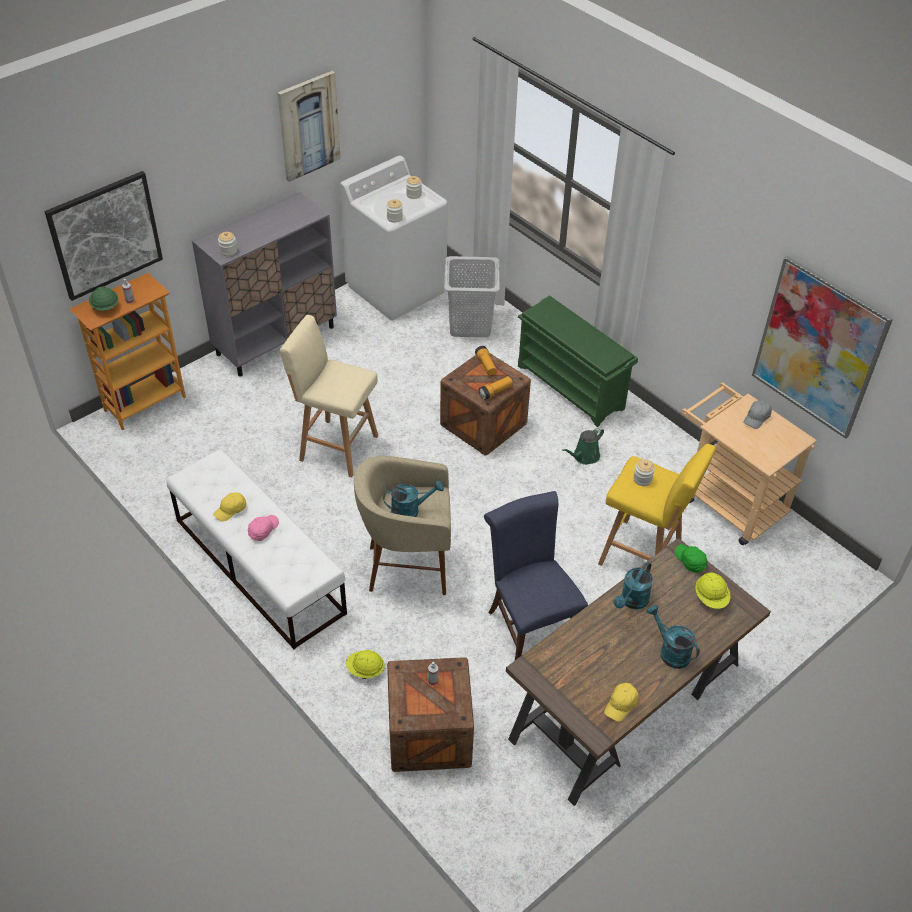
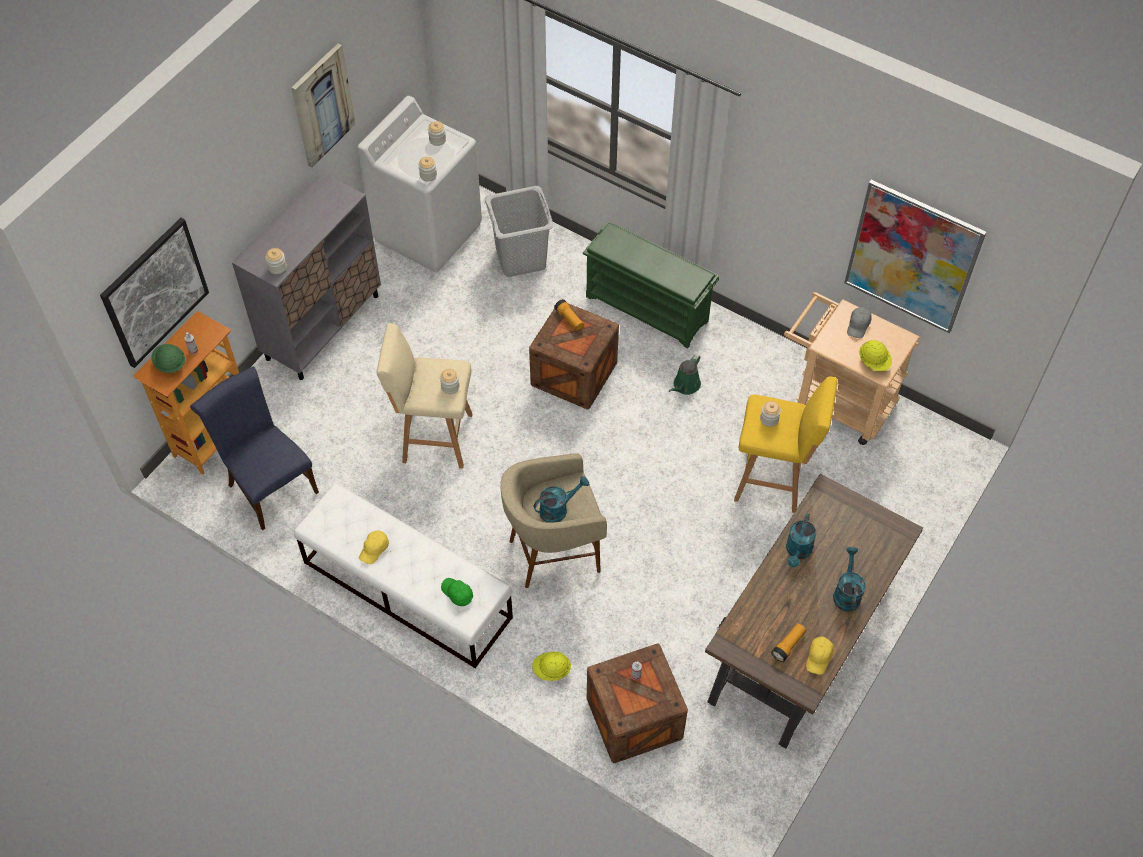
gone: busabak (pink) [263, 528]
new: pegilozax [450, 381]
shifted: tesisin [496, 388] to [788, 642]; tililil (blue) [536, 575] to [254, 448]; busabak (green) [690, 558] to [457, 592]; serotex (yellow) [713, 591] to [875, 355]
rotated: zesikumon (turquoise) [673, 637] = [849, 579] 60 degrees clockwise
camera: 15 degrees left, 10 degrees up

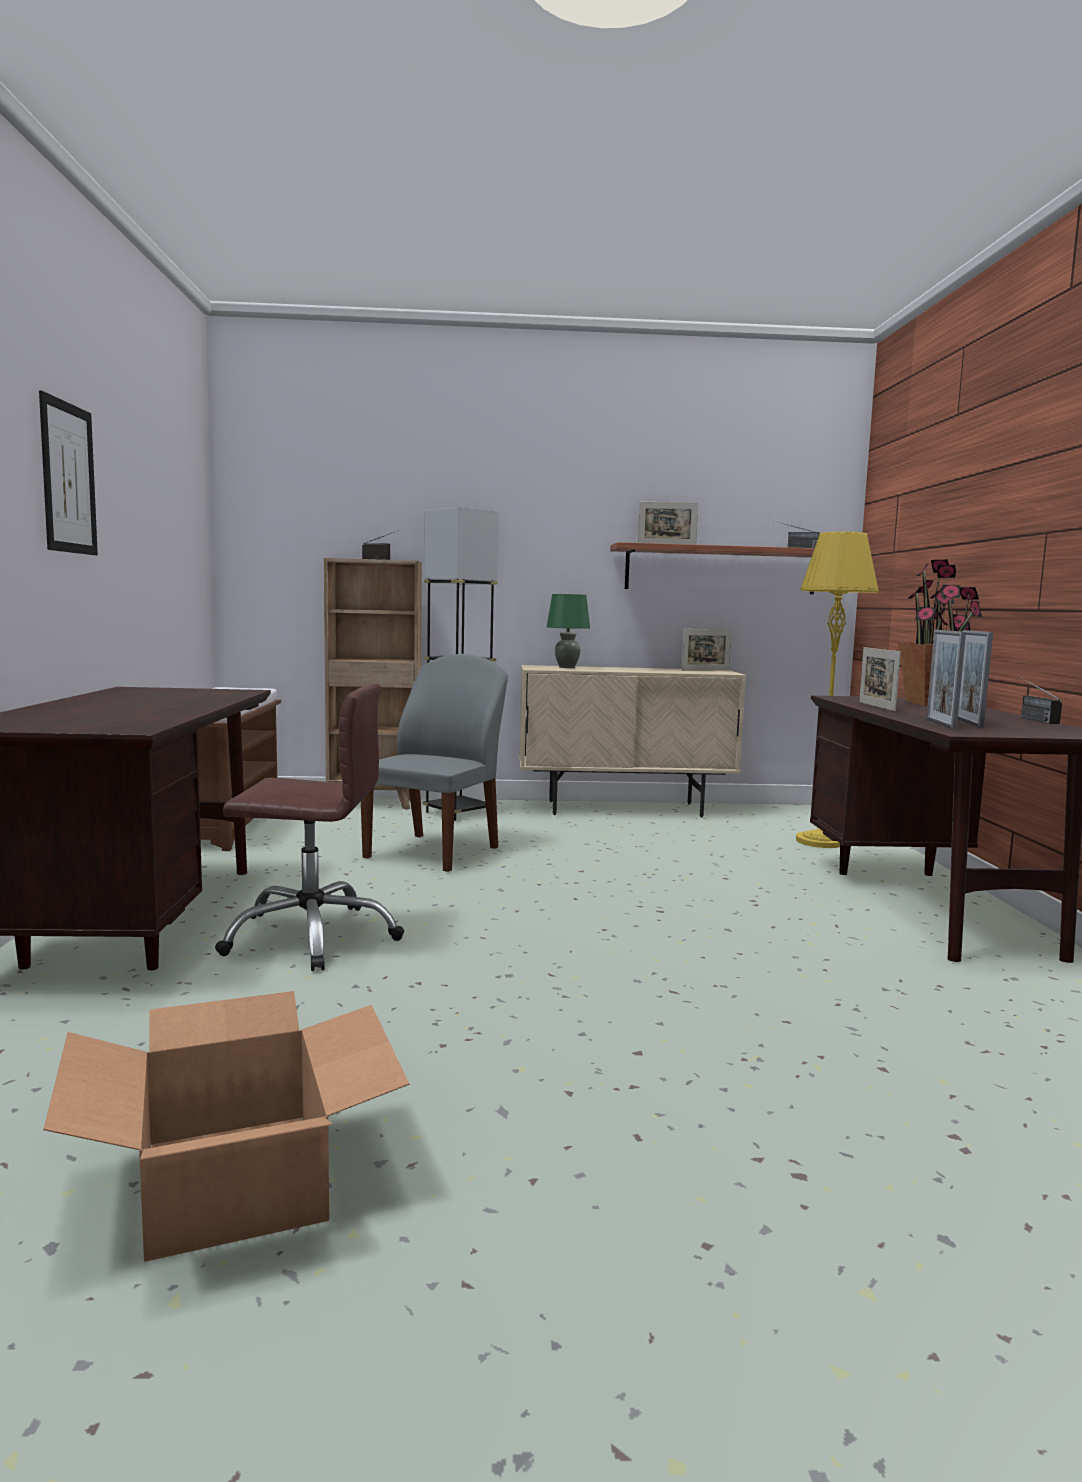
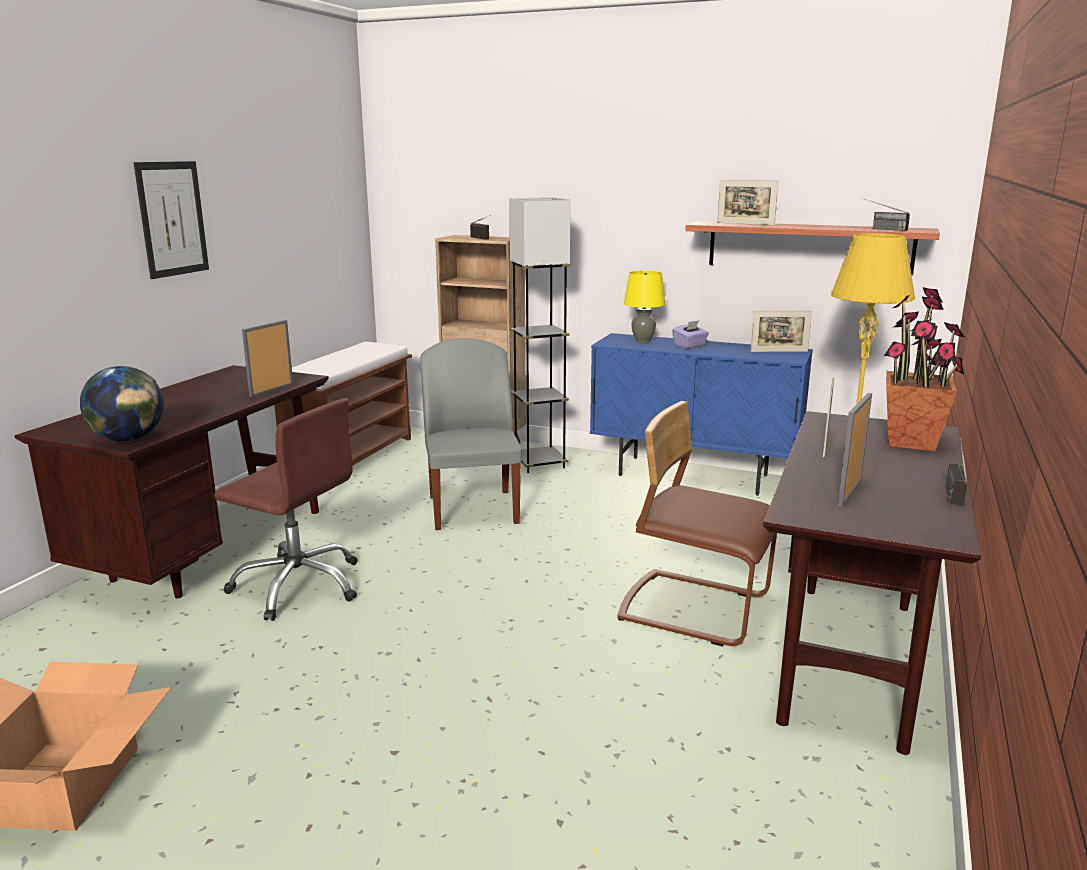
new: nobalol [122, 404]; tililil (brown) [697, 524]; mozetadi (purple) [690, 334]
shifted: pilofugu [946, 680] to [267, 358]
repainted: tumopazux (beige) [632, 741] to tumopazux (blue) [701, 414]; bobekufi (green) [568, 631] to bobekufi (yellow) [644, 306]
rotated: tililil (grey) [434, 763] = [471, 434] 60 degrees counterclockwise
camera: 25 degrees right, 10 degrees up

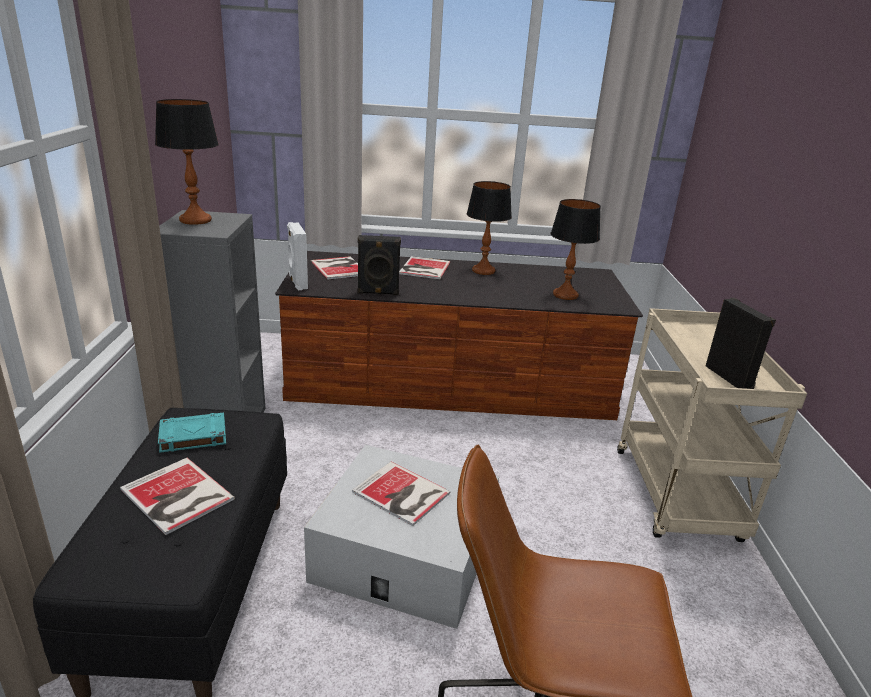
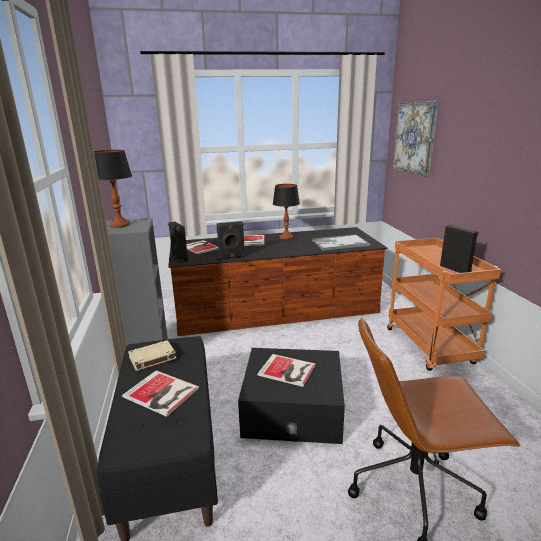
new: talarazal [416, 139]
swapped: bobekufi [575, 249] to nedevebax [341, 242]
repainted: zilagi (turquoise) [192, 433] to zilagi (beige) [152, 355]; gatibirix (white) [297, 256] to gatibirix (black) [178, 242]; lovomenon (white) [401, 537] to lovomenon (black) [291, 396]; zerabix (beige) [712, 425] to zerabix (orange) [444, 304]
camera: 10 degrees left, 5 degrees down

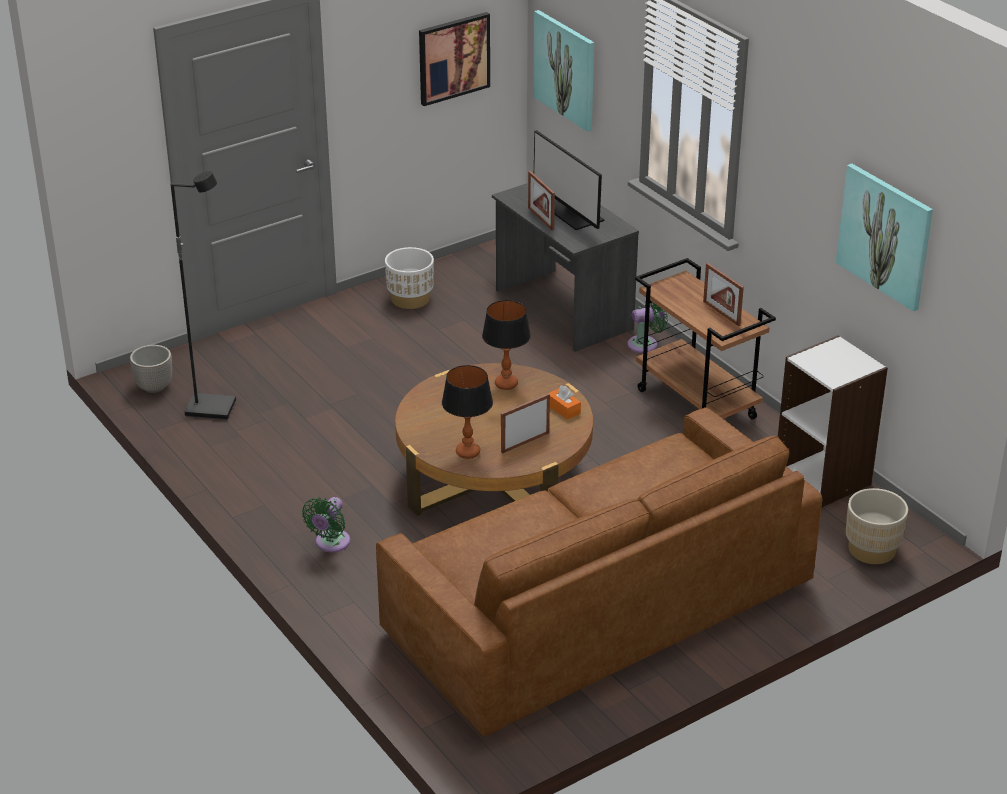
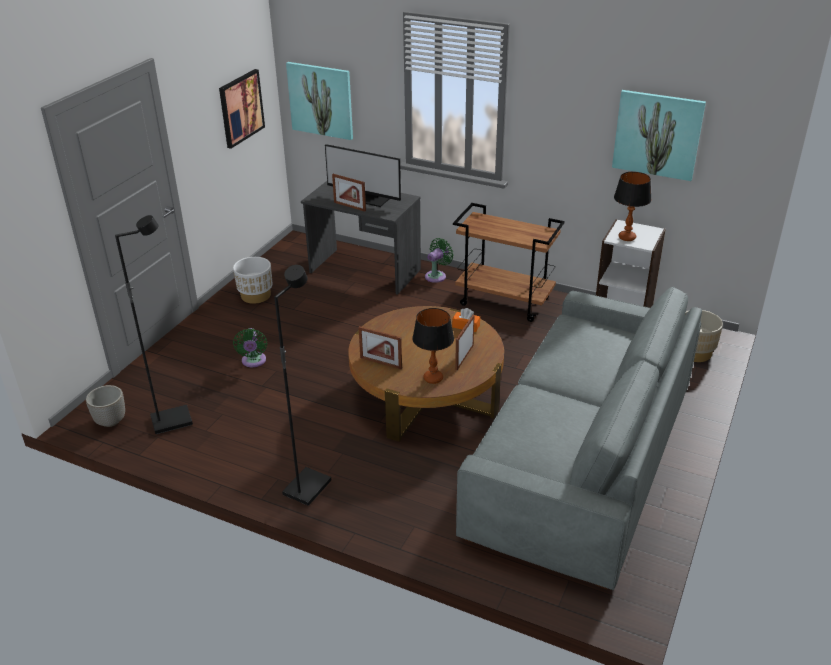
new: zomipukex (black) [302, 385]
shifted: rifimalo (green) [326, 524] to [250, 347]; bobekufi [506, 345] to [633, 206]; pilofugu [723, 294] to [380, 347]
repainted: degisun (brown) [599, 572] to degisun (grey) [579, 438]
camera: 30 degrees left, 0 degrees up

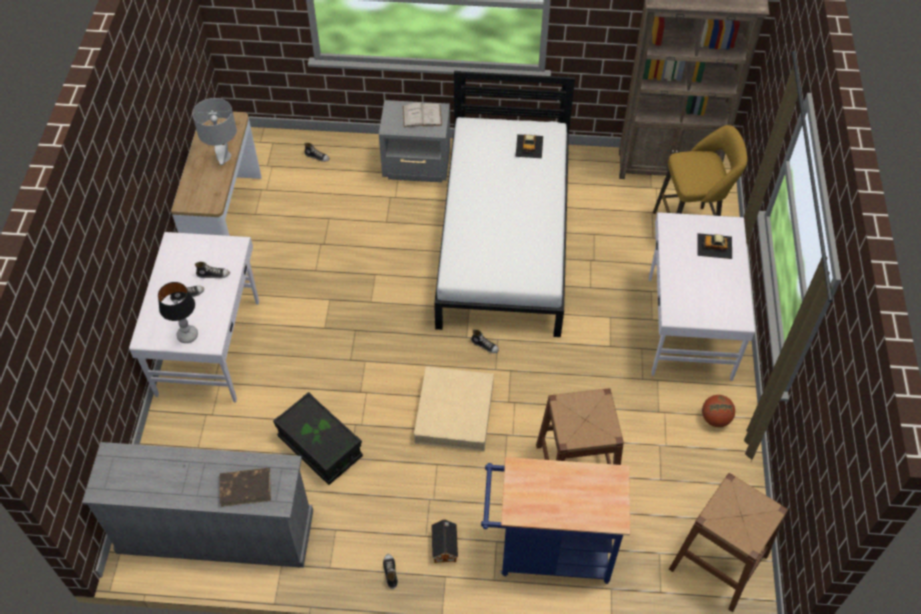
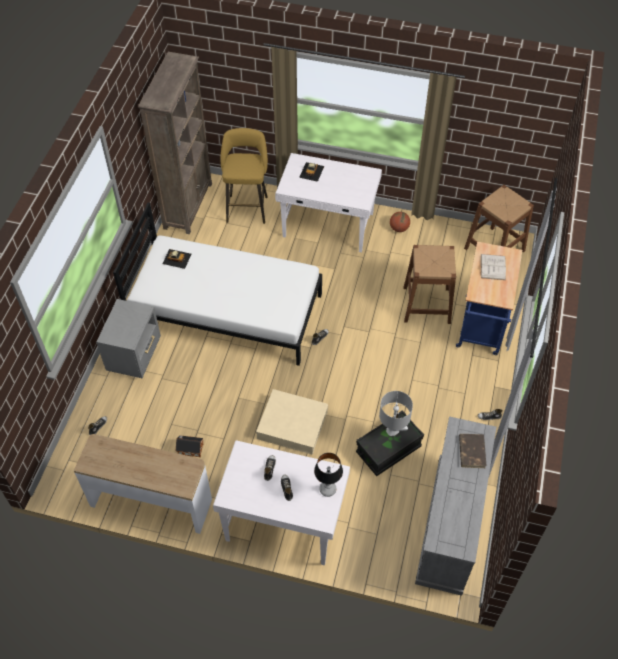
shifted: bobekufi (grey) [214, 131] to [396, 413]; zilagi (white) [422, 114] to [493, 267]; lovomenon (beige) [454, 408] to [292, 421]; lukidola [444, 541] to [189, 446]
camera: 80 degrees left, 0 degrees up

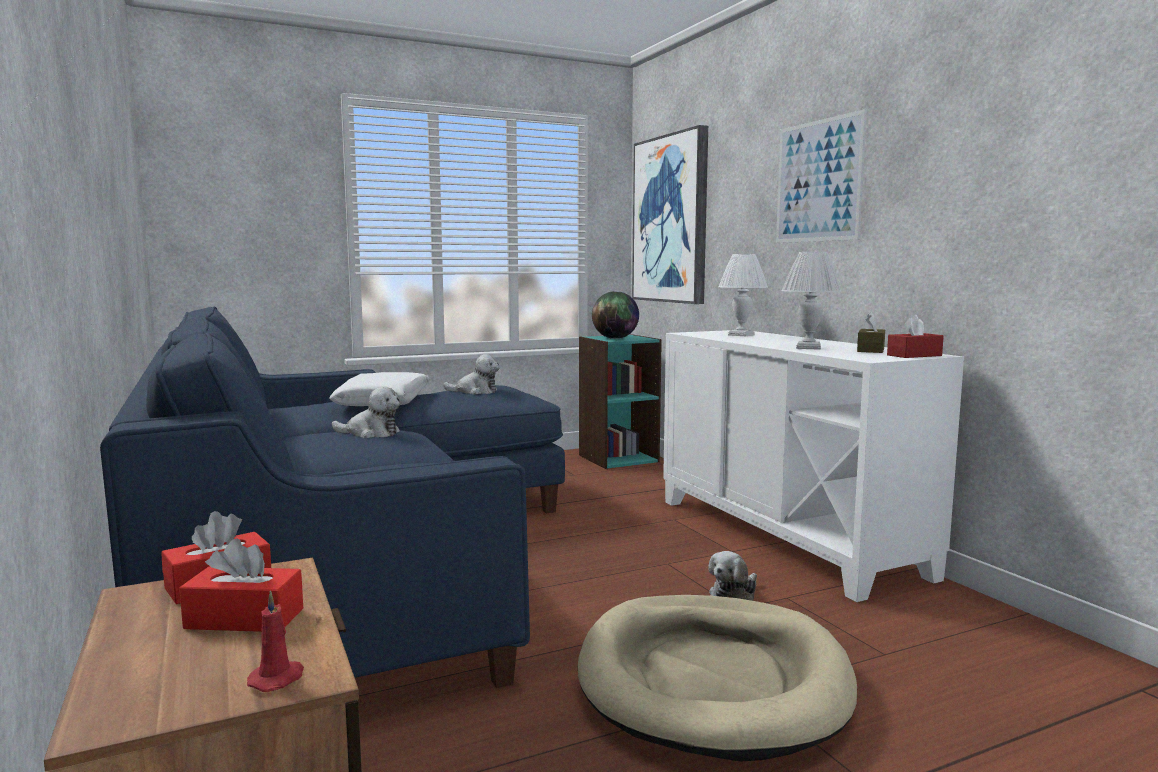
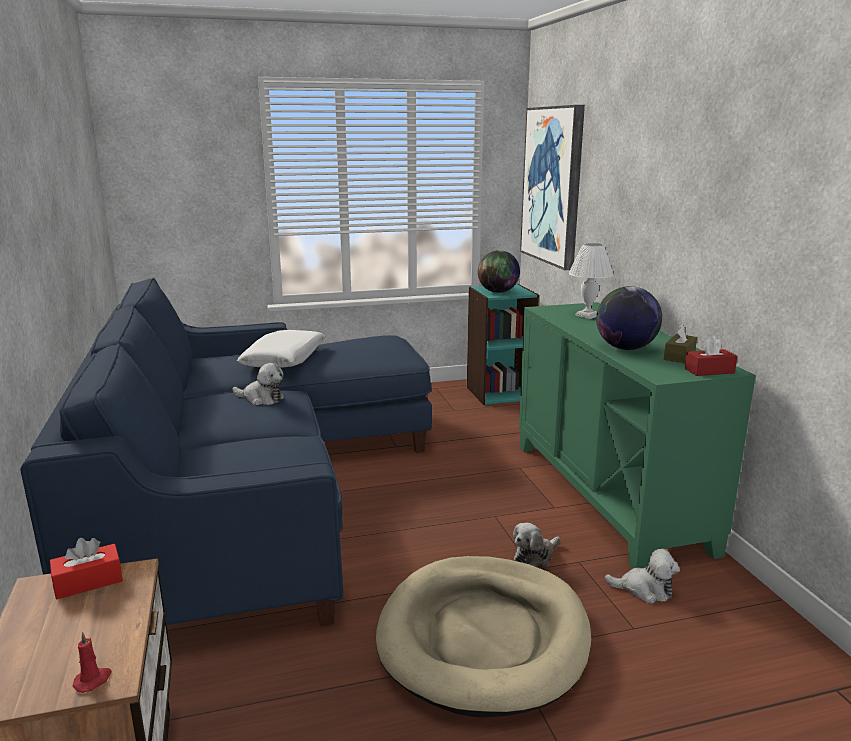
gone: mozetadi (red) [241, 585]; talarazal [821, 176]
shifted: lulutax [471, 374] to [642, 576]
swapped: bobekufi (white) [811, 301] to nobalol [629, 318]
repainted: tumopazux (white) [813, 466] to tumopazux (green) [637, 435]
camera: 10 degrees right, 10 degrees up

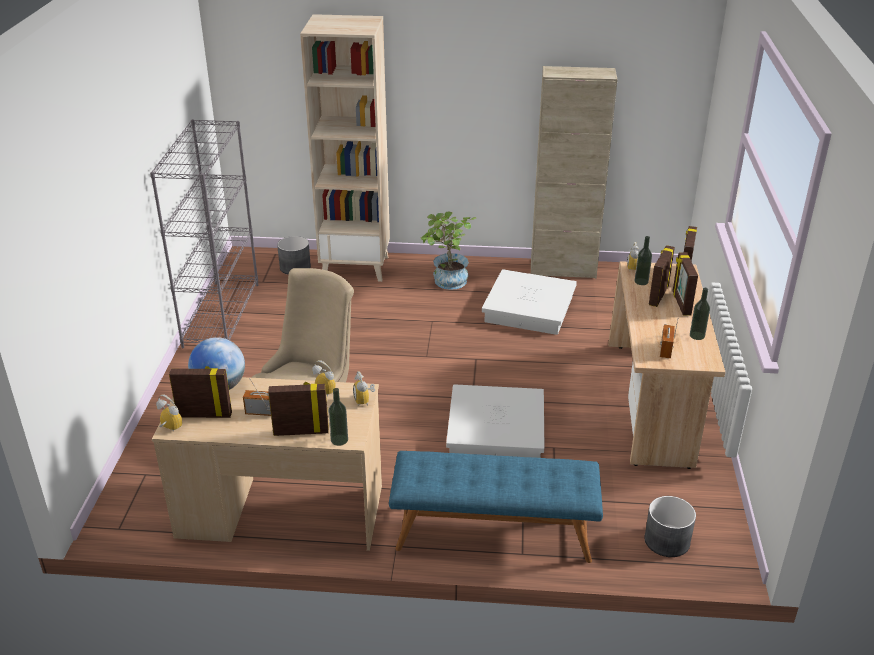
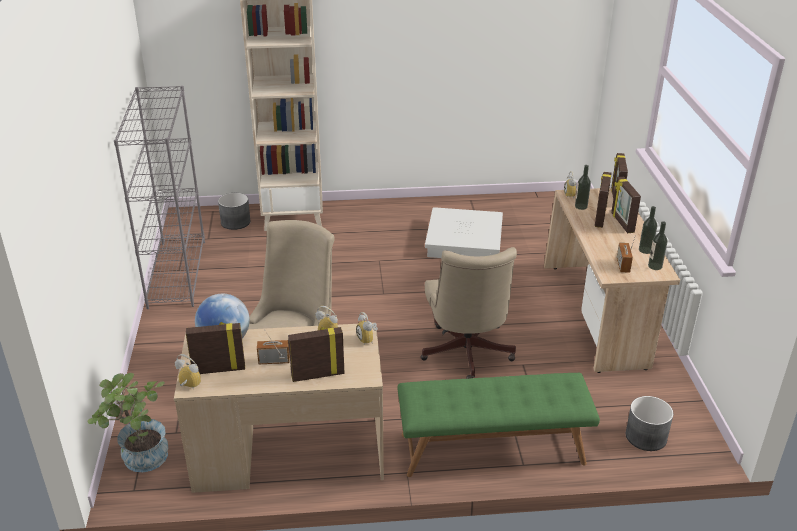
gone: tumopazux (beige) [574, 172]
shifted: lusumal [338, 417] to [657, 246]; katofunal [448, 251] to [127, 422]
swapped: lovomenon (white) [495, 421] to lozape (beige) [469, 313]
repainted: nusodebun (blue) [496, 507] to nusodebun (green) [498, 425]
camera: 10 degrees left, 0 degrees up

